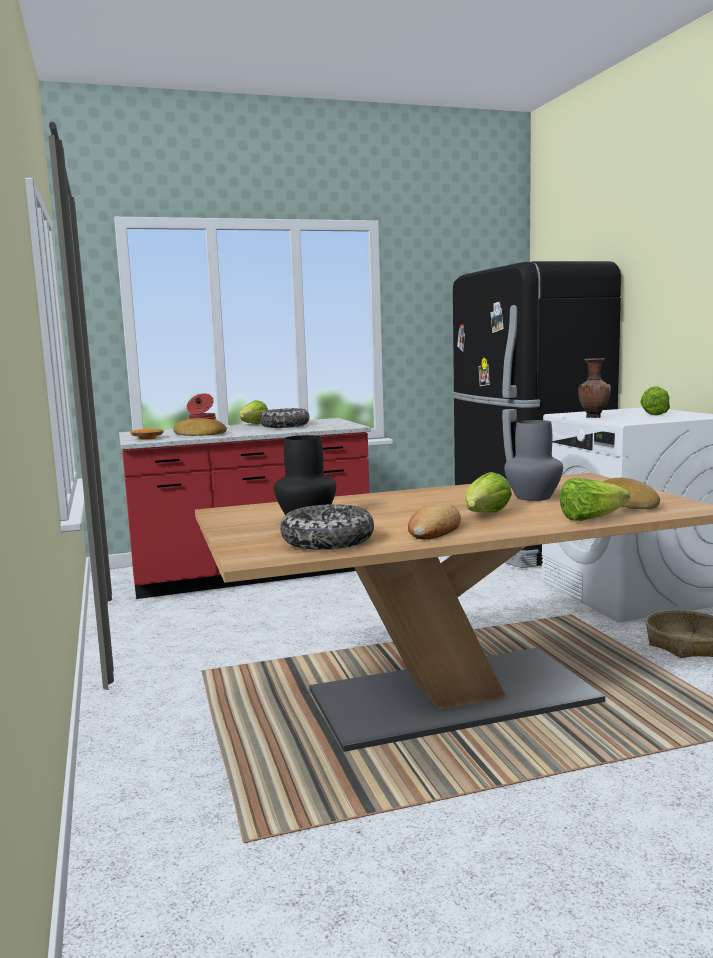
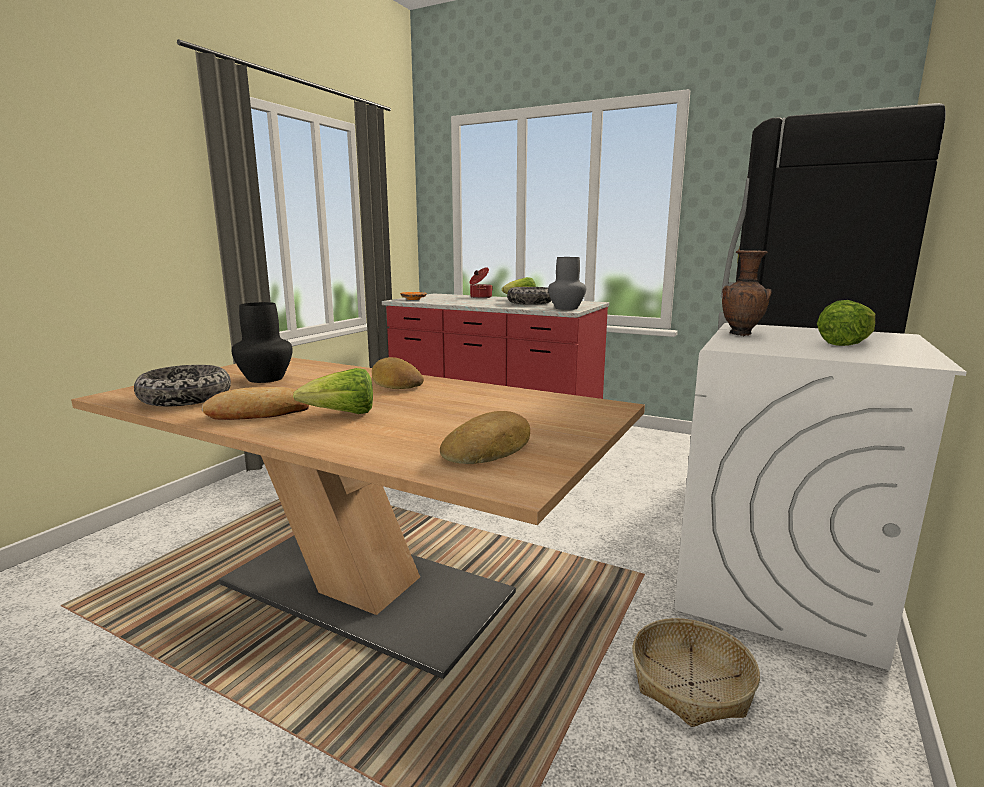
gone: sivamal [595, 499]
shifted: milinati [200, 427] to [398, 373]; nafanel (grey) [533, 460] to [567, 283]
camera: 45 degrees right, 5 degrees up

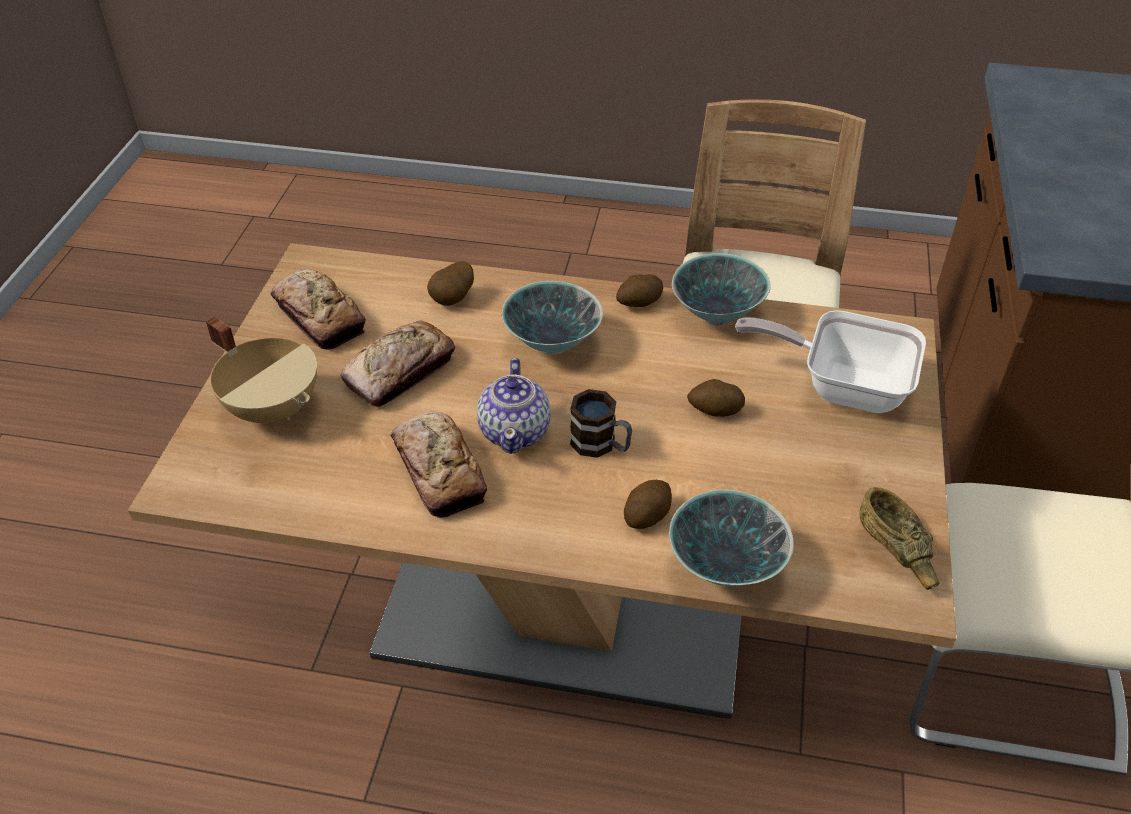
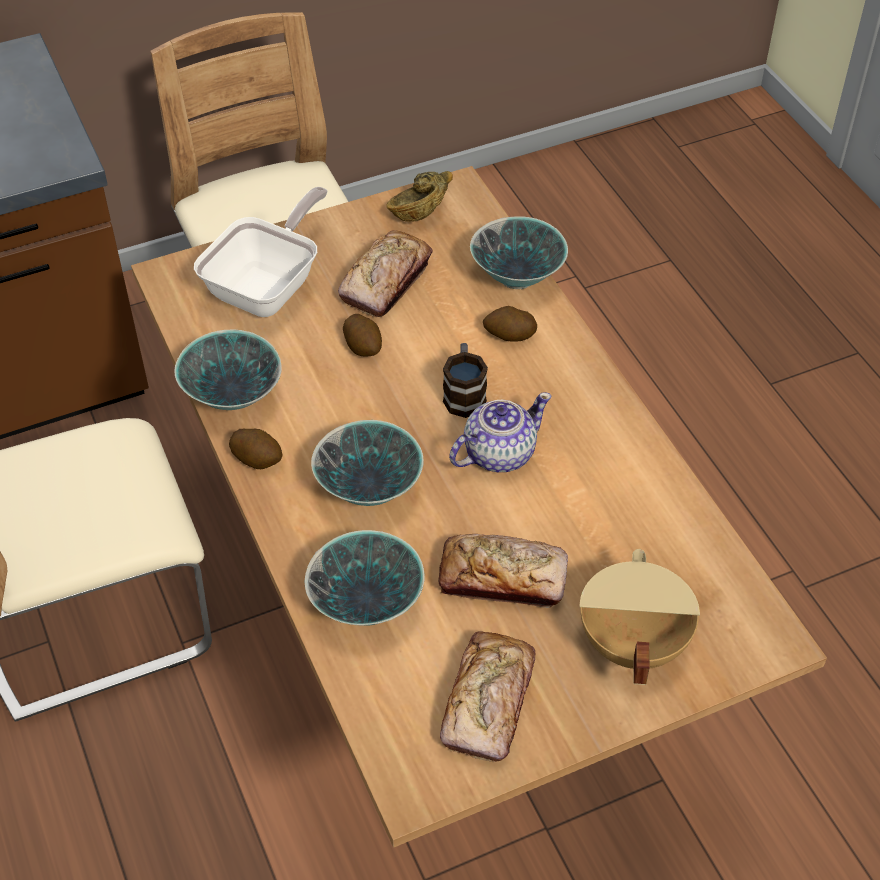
shifted: milinati [438, 465] to [385, 273]
swapped: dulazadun [450, 283] to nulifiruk [364, 578]
rotated: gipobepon [830, 361] = [260, 252] 135 degrees counterclockwise
camera: 125 degrees left, 5 degrees up

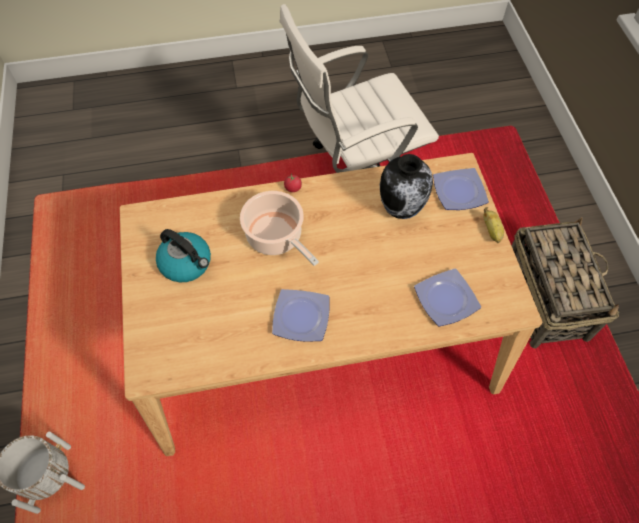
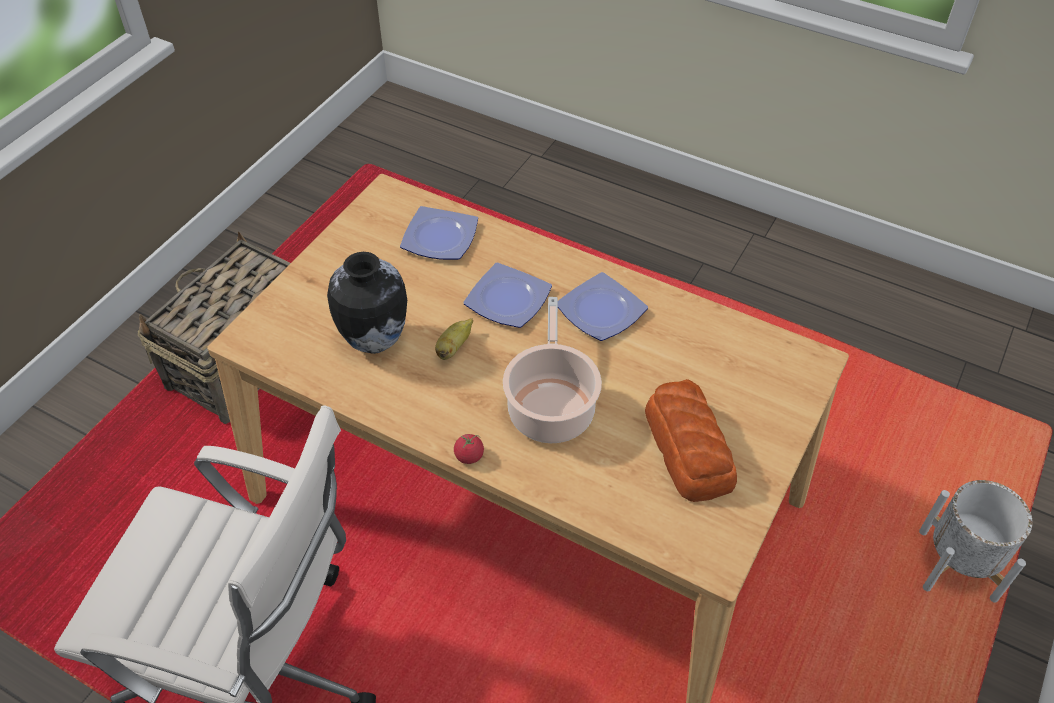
shifted: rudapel [461, 189] to [507, 295]; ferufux [493, 225] to [454, 339]
swapped: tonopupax [183, 255] to milinati [691, 440]
camera: 140 degrees left, 10 degrees down

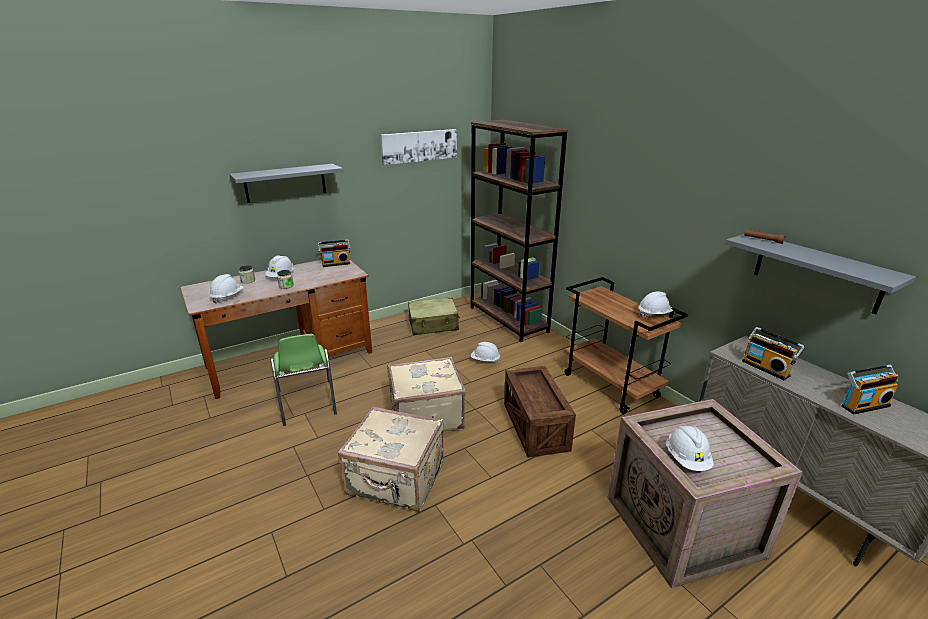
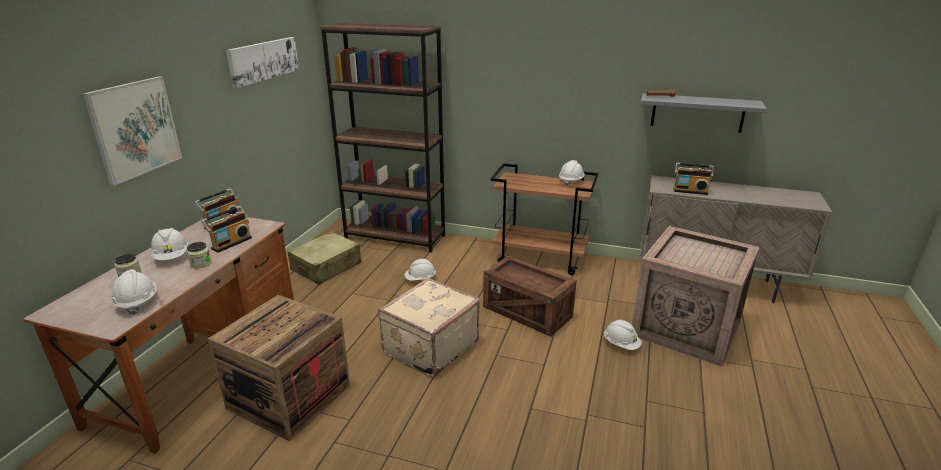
gone: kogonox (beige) [391, 459]
shifted: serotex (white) [690, 448] to [623, 335]; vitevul [869, 390] to [226, 229]
swapped: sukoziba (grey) [286, 183] to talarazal [132, 131]; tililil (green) [304, 380] to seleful [279, 368]
camera: 40 degrees left, 0 degrees up

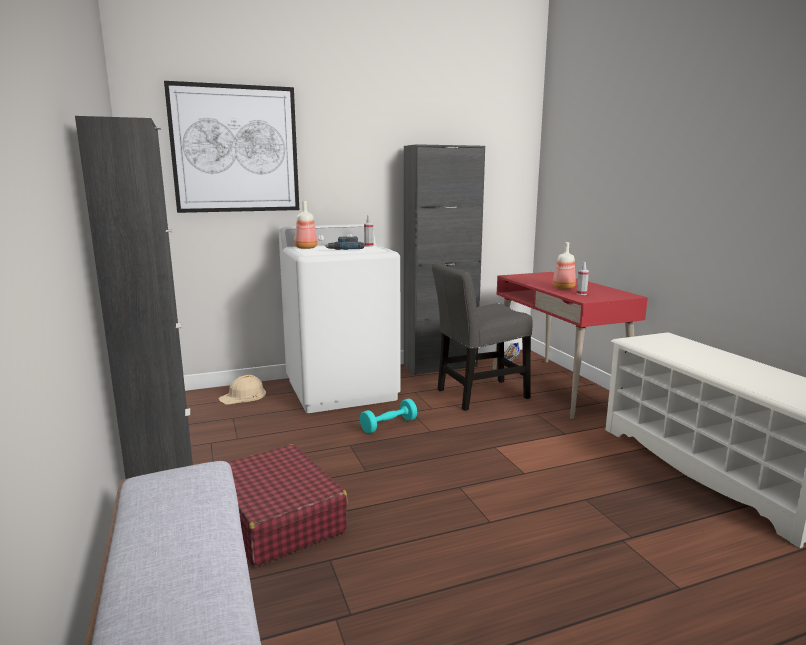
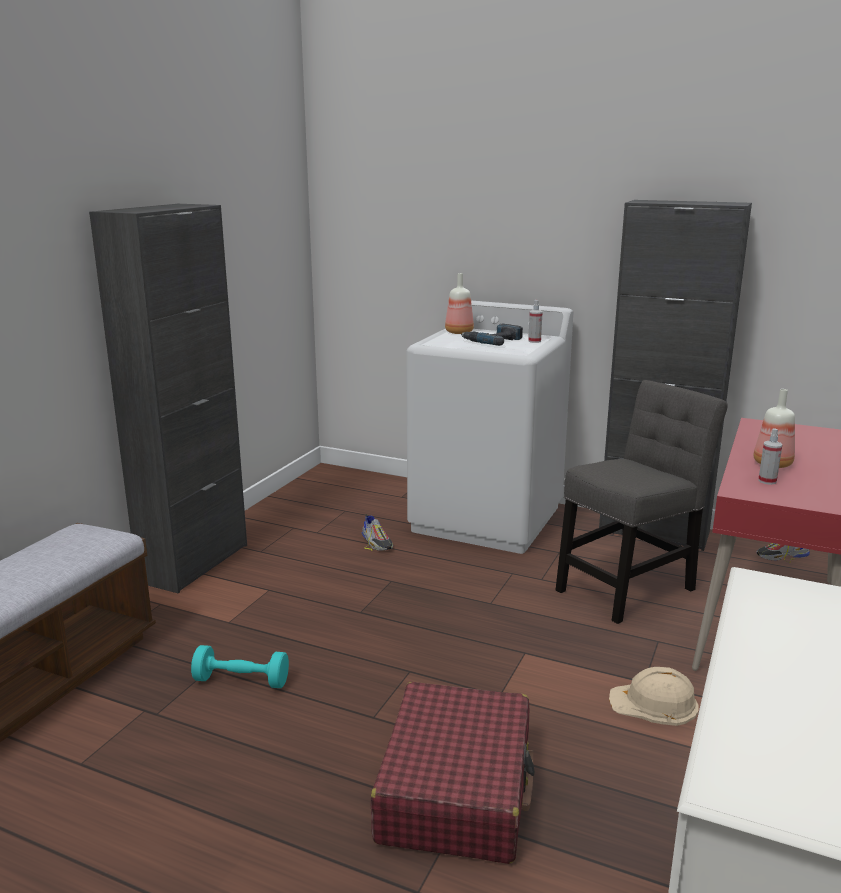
gone: talarazal [231, 147]
new: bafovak [377, 532]
shifted: serotex (beige) [242, 390] to [653, 696]; kogonox (red) [288, 505] to [453, 773]; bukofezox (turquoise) [388, 416] to [240, 666]
rotated: tililil (grey) [482, 337] = [642, 502] 120 degrees clockwise
camera: 45 degrees right, 5 degrees up

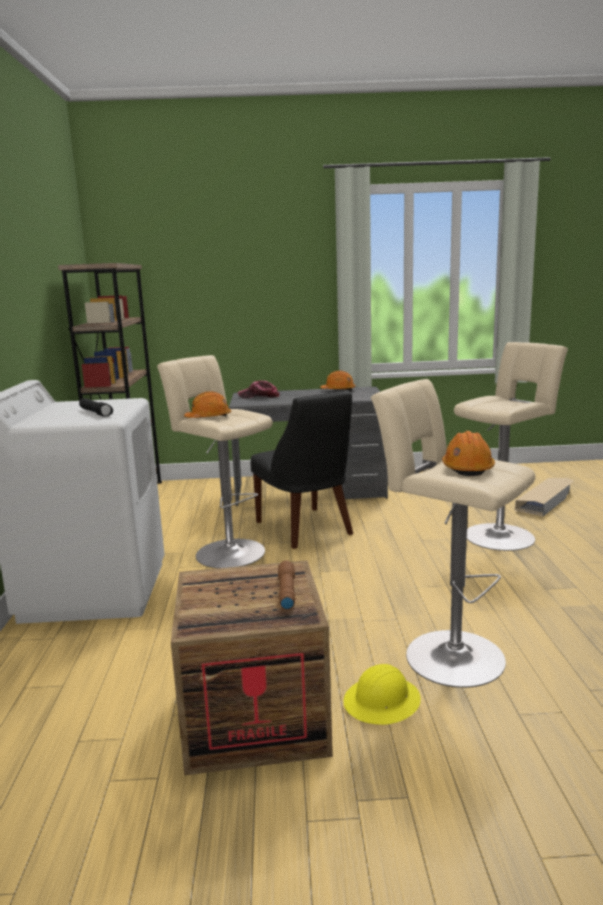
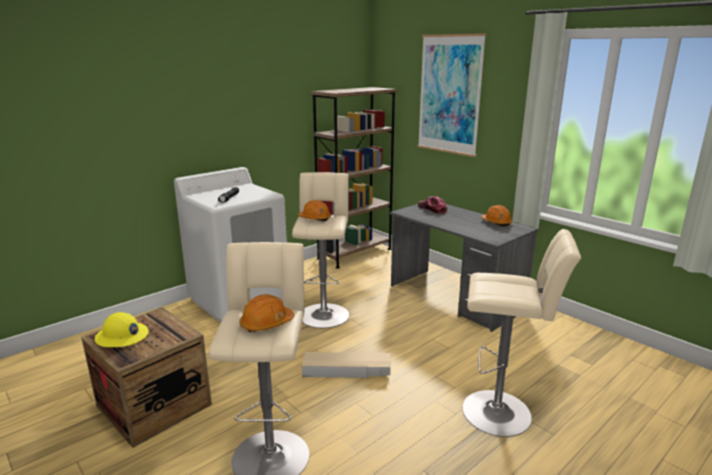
gone: tililil (black) [302, 470]; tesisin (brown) [286, 585]
new: talarazal [452, 95]
shifted: serotex (yellow) [382, 694] to [122, 329]; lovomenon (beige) [544, 497] to [346, 365]
camera: 50 degrees right, 5 degrees up

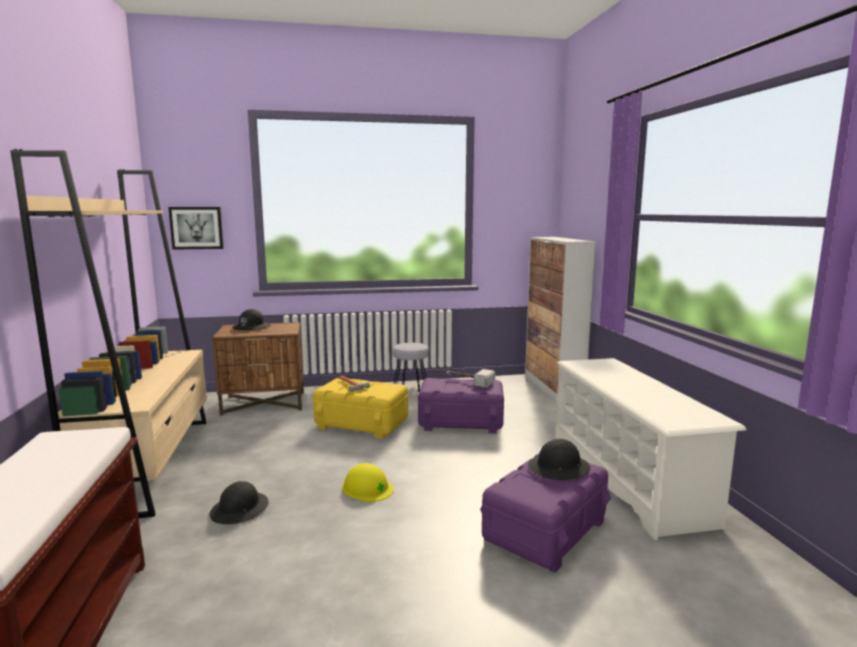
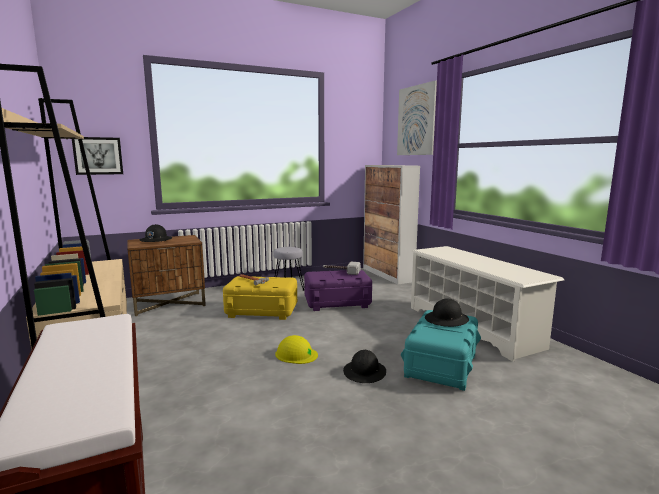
new: talarazal [417, 117]
shifted: serotex (black) [239, 502] to [364, 366]
repainted: lovomenon (purple) [545, 513] to lovomenon (turquoise) [441, 350]
camera: 15 degrees left, 0 degrees up

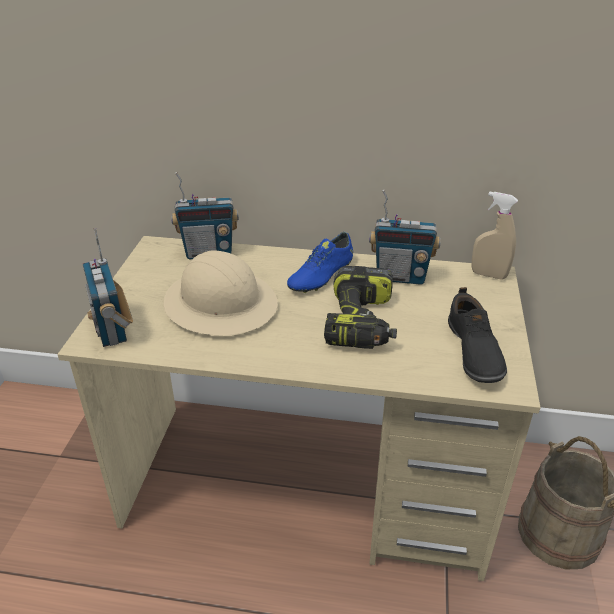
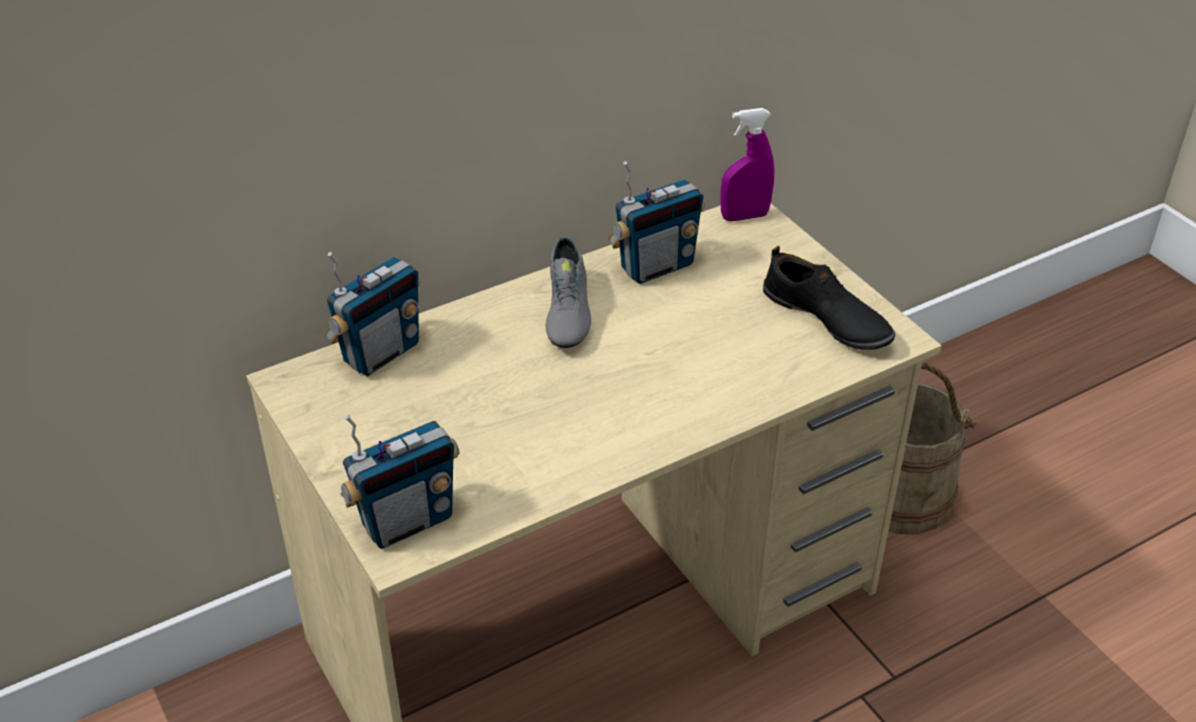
gone: serotex (beige) [220, 293]; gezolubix [360, 307]
repainted: bafovak (blue) [320, 262] to bafovak (grey) [568, 292]; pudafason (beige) [495, 235] to pudafason (purple) [747, 164]
rotated: vitevul [108, 287] = [400, 481] 60 degrees counterclockwise
camera: 40 degrees left, 5 degrees up

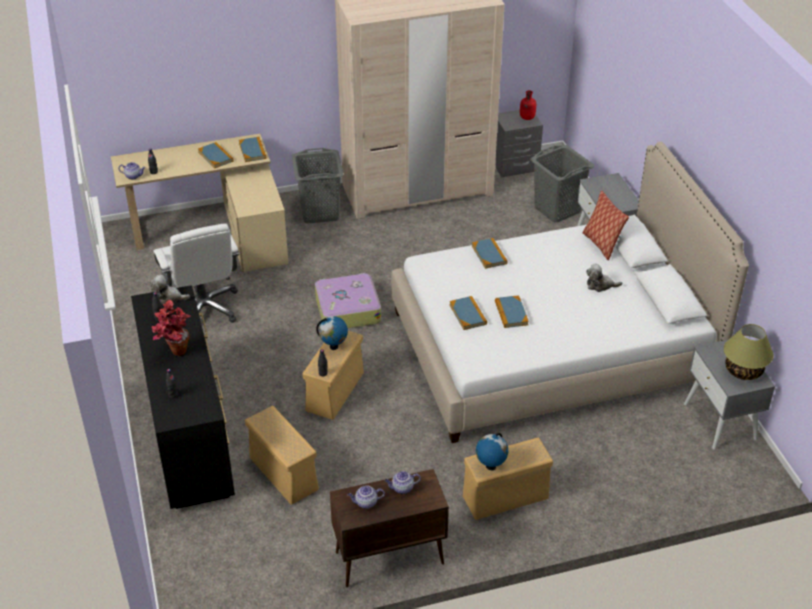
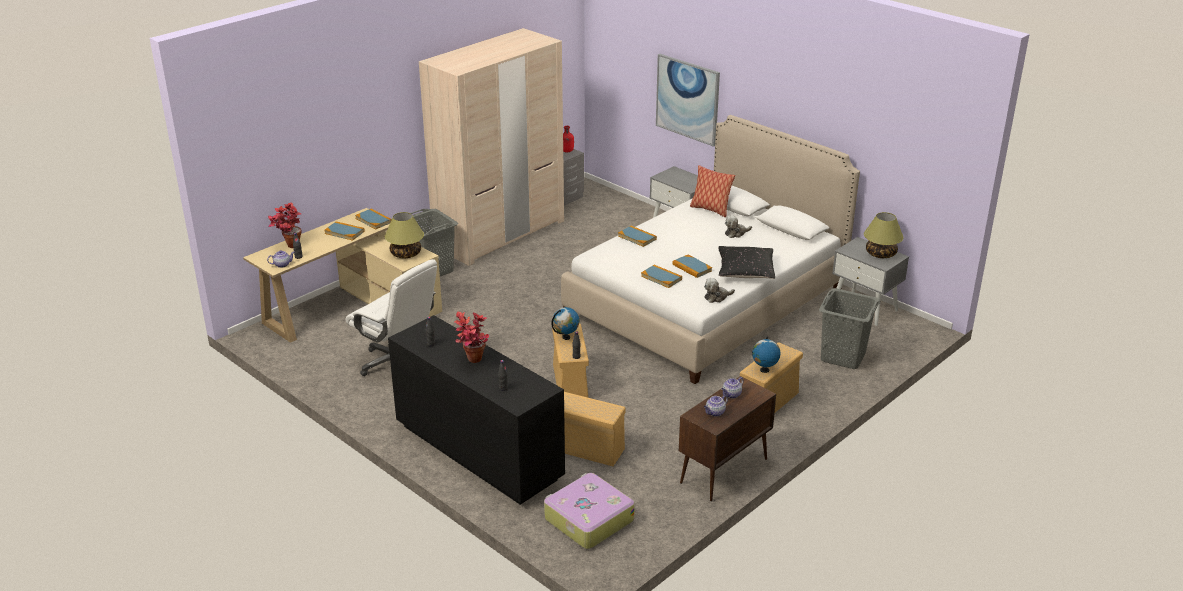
new: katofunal [284, 225]; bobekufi [404, 235]; talarazal [688, 100]; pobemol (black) [746, 262]
shifted: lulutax [170, 289] to [719, 290]; kogonox [348, 300] to [589, 511]; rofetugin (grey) [562, 184] to [850, 328]
camera: 30 degrees left, 10 degrees down

